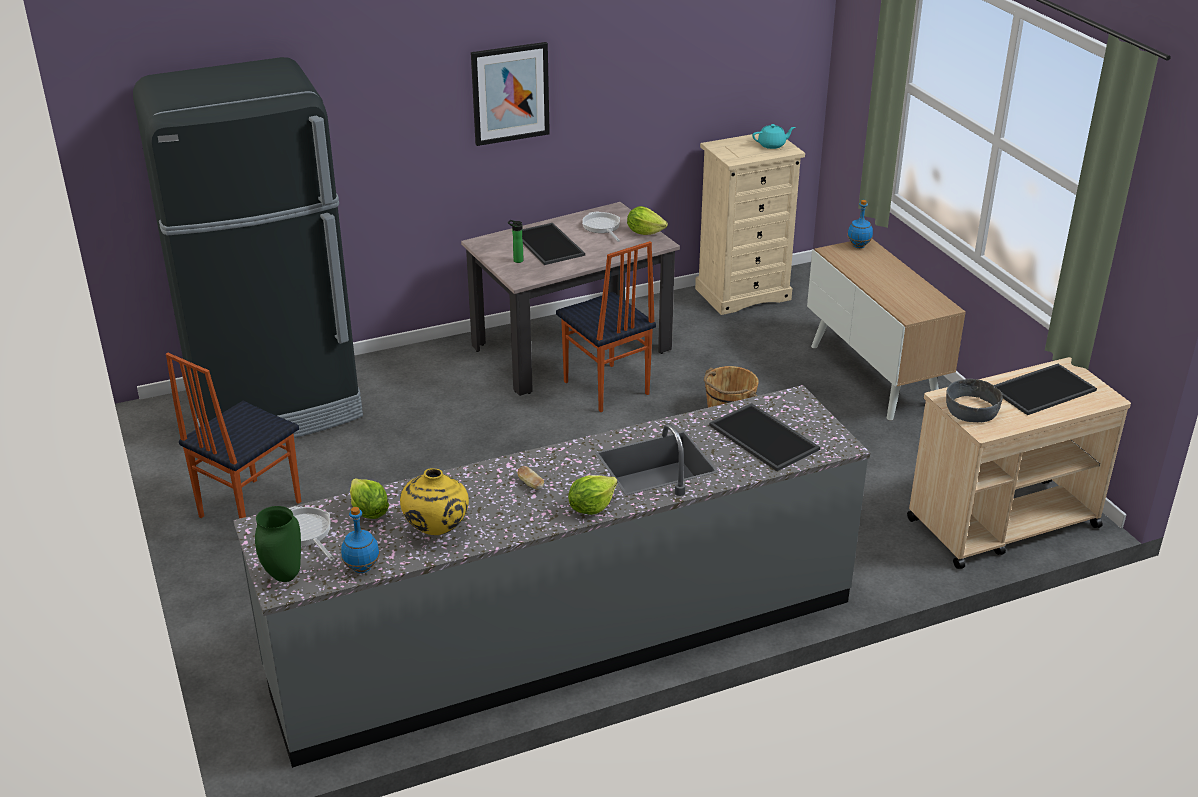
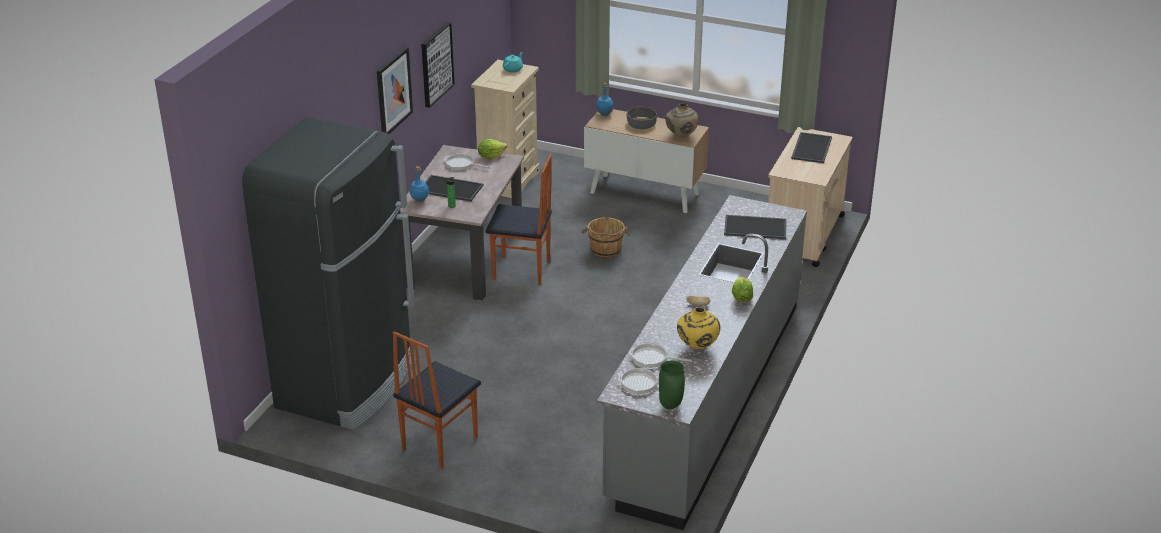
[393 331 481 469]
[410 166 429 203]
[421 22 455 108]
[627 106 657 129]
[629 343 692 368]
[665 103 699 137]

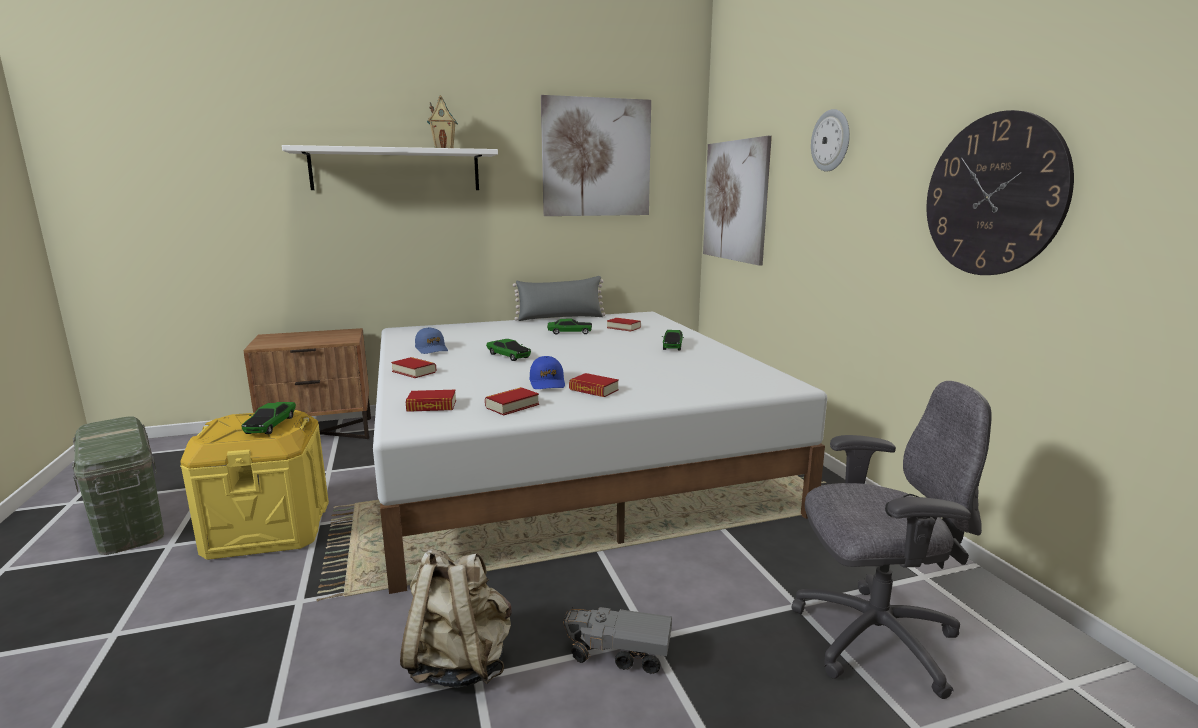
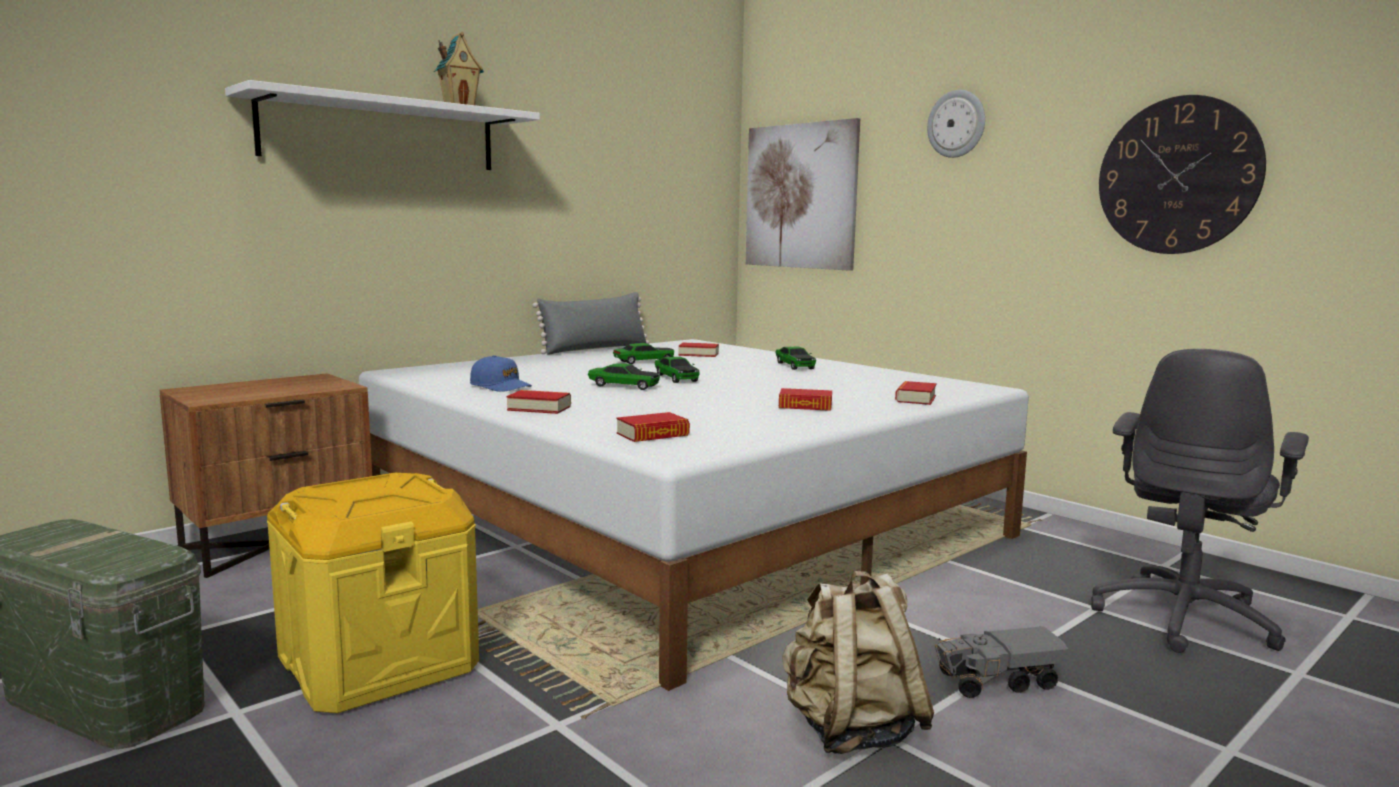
[655 357 700 383]
[895 381 937 405]
[1091 349 1309 653]
[529 356 565 389] (first image)
[541 95 651 216] (first image)

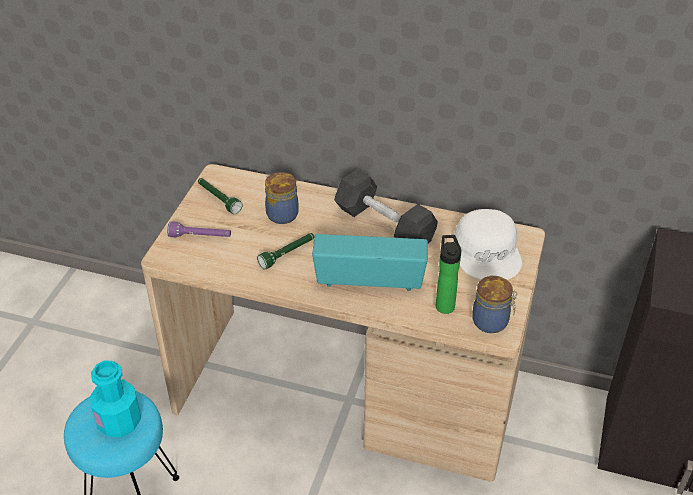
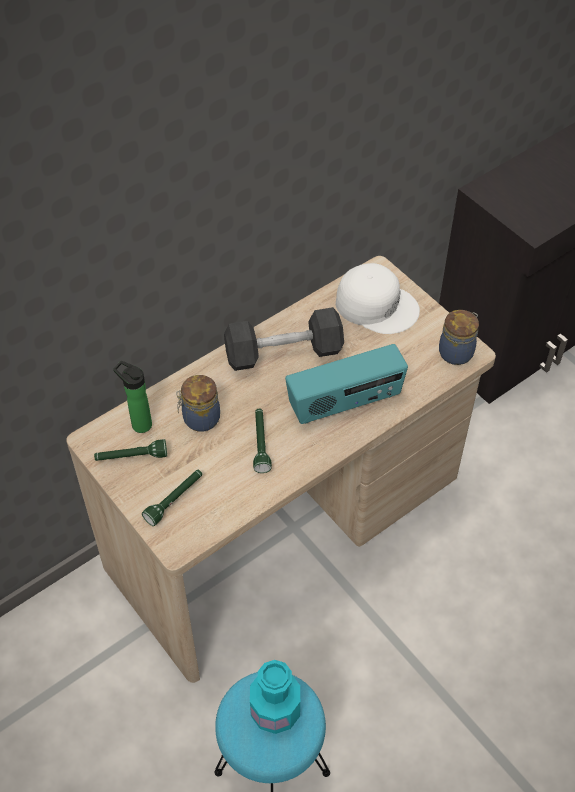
[113 361 152 433]
[142 470 202 526]
[285 344 408 424]

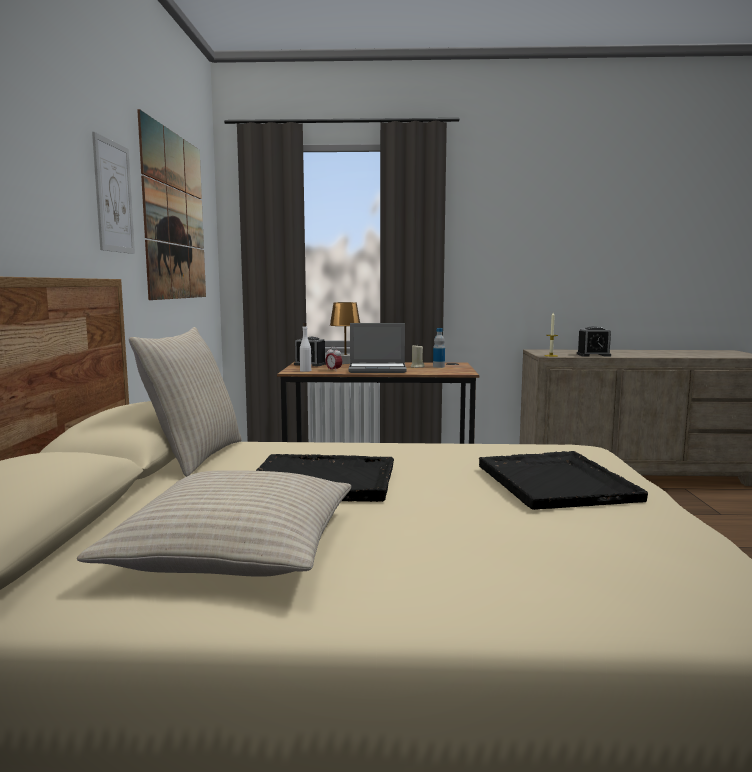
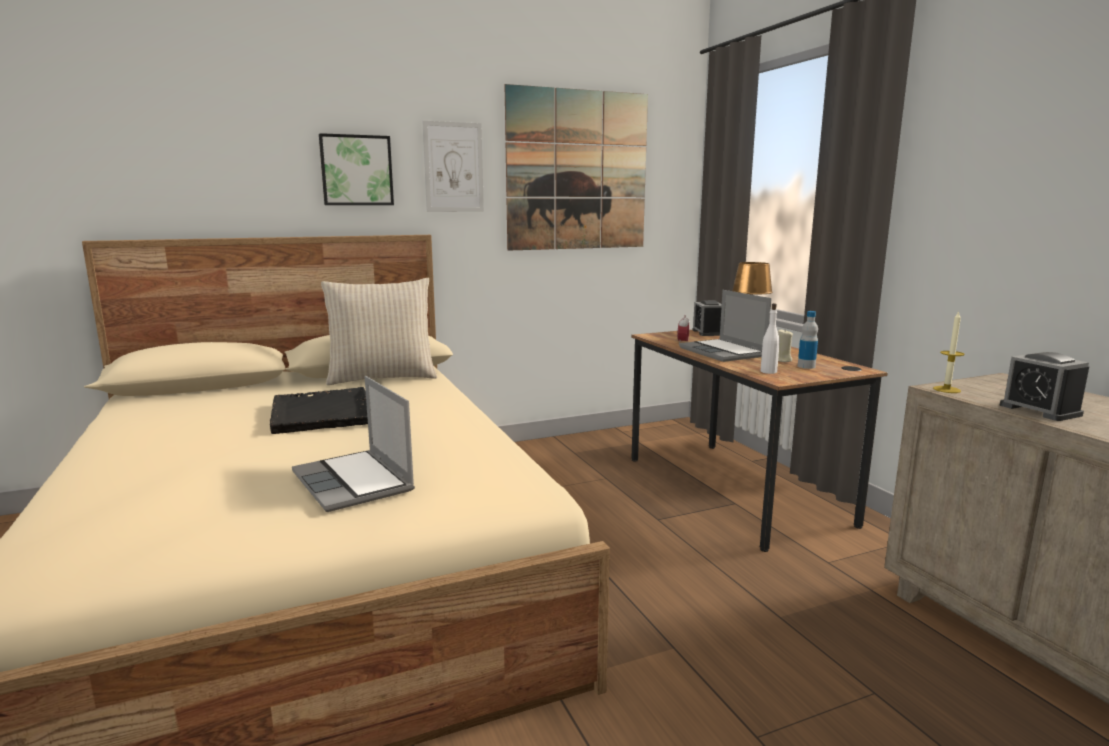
[292 376 415 512]
[319 133 394 205]
[761 303 780 374]
[77 470 351 577] (first image)

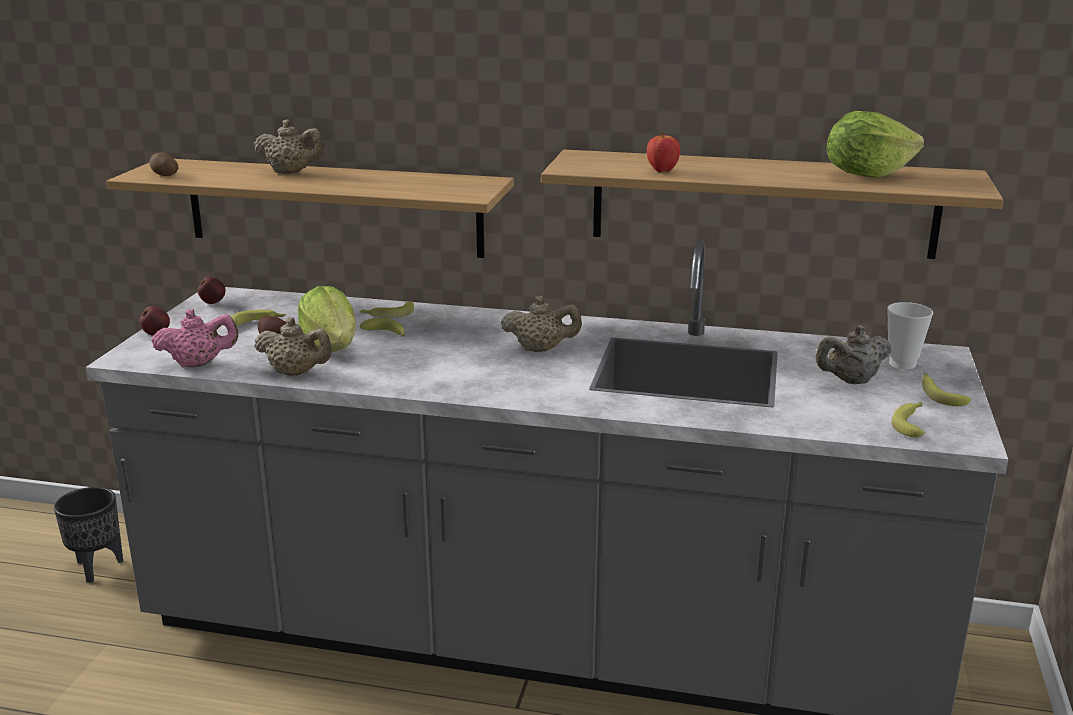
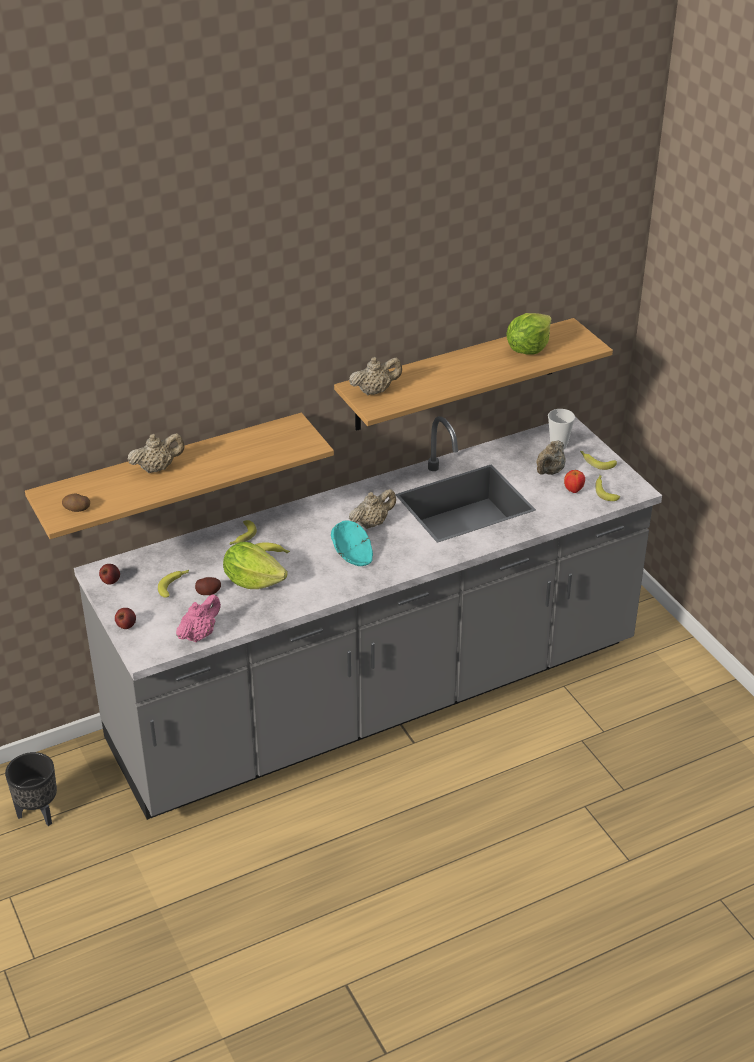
[331 521 373 566]
[349 357 402 395]
[564 470 585 493]

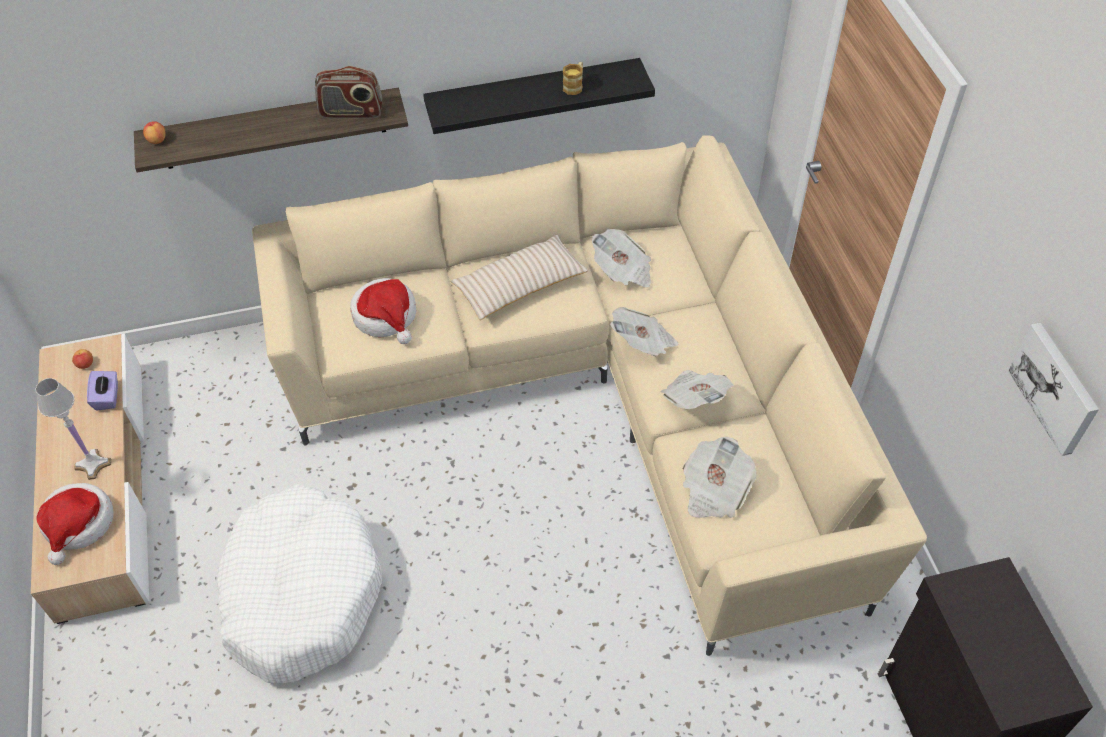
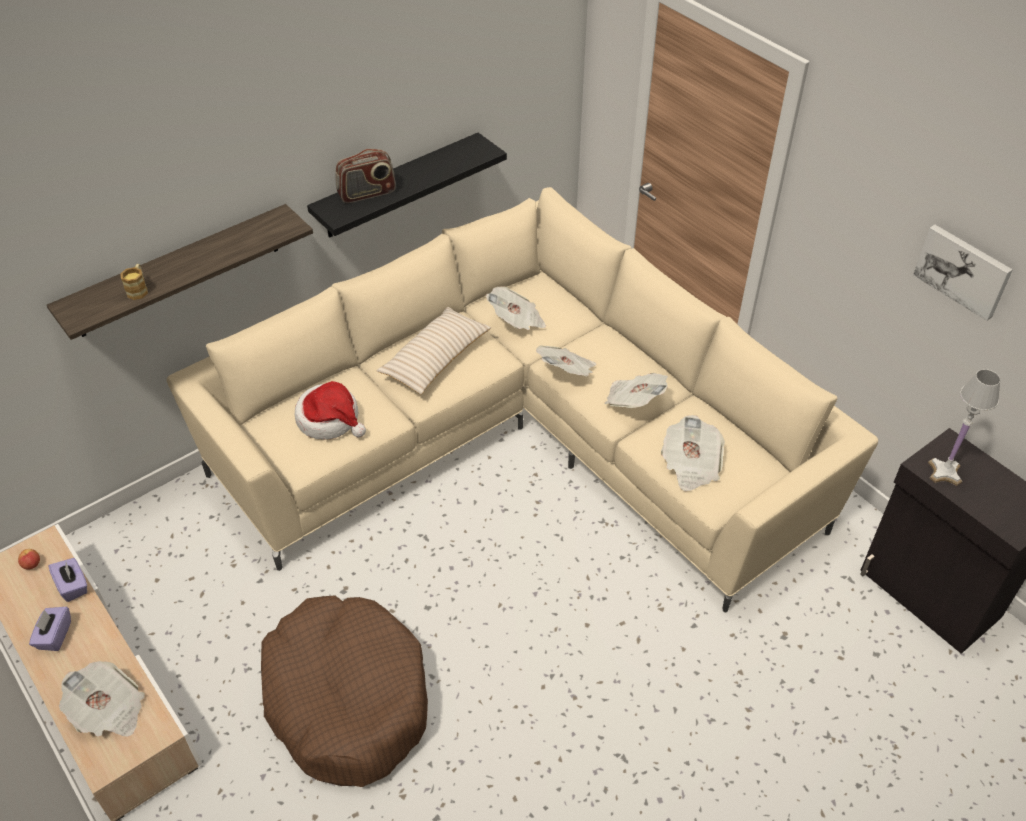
[29 607 71 651]
[59 661 145 737]
[120 264 148 300]
[261 595 428 787]
[336 149 396 203]
[928 369 1001 486]
[143 121 165 144] (first image)

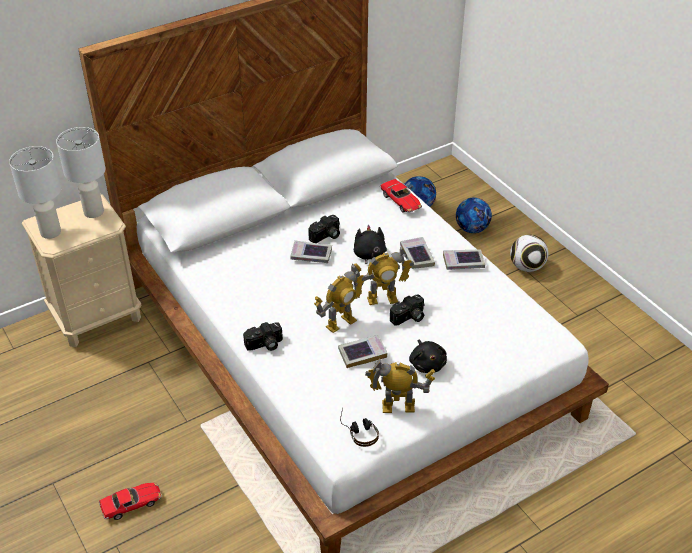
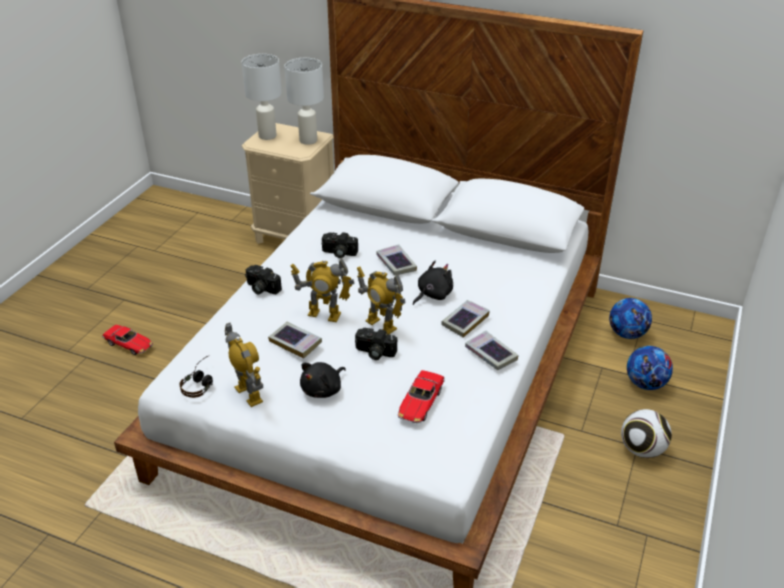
[322 232 358 258]
[398 370 445 423]

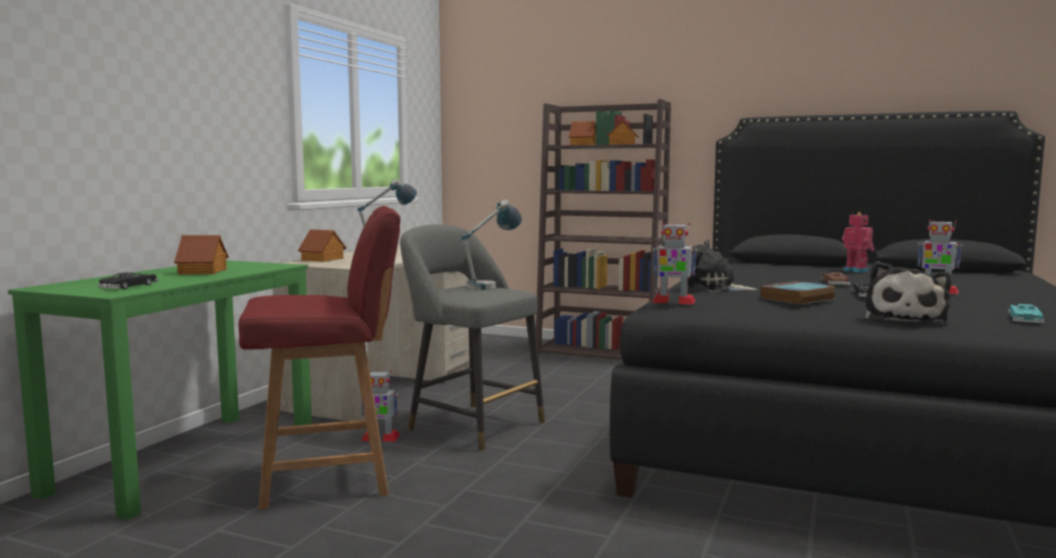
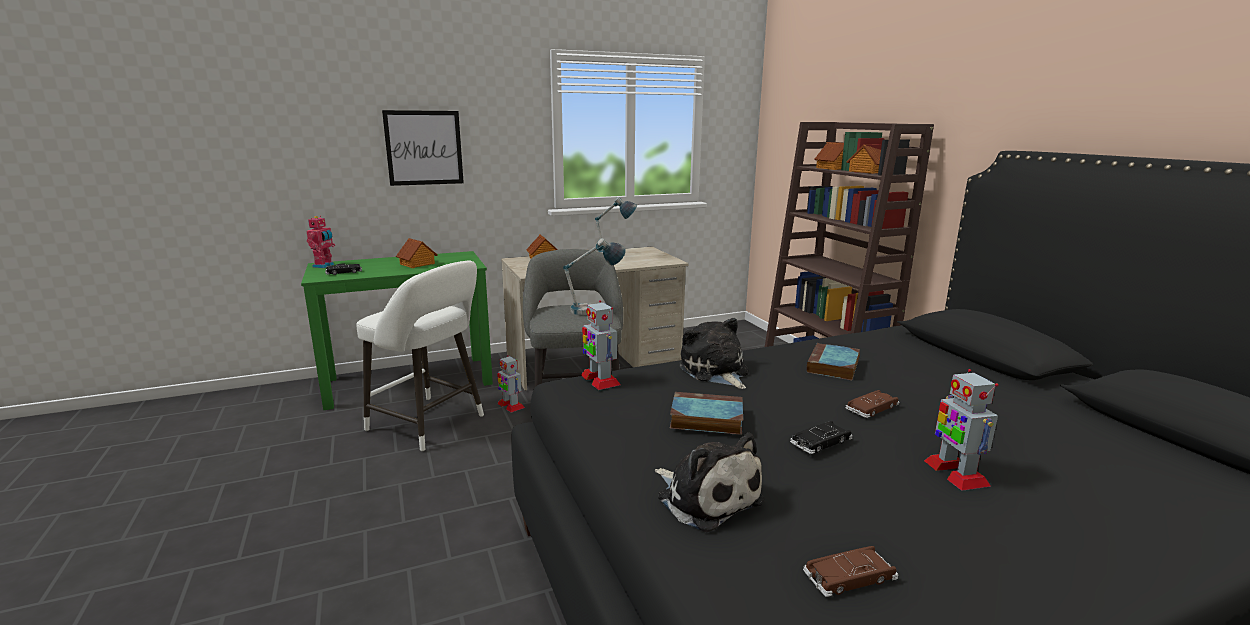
[307 216 335 268]
[356 261 484 452]
[382 110 464 186]
[655 433 765 532]
[803 546 899 597]
[807 343 860 381]

